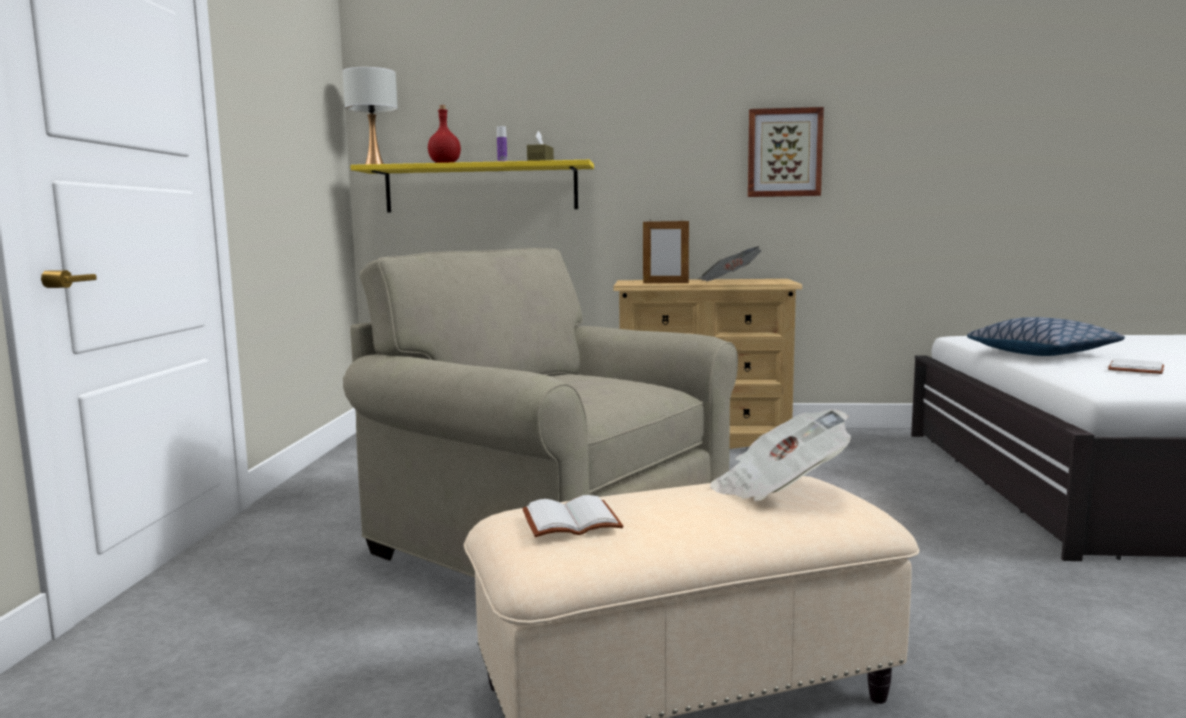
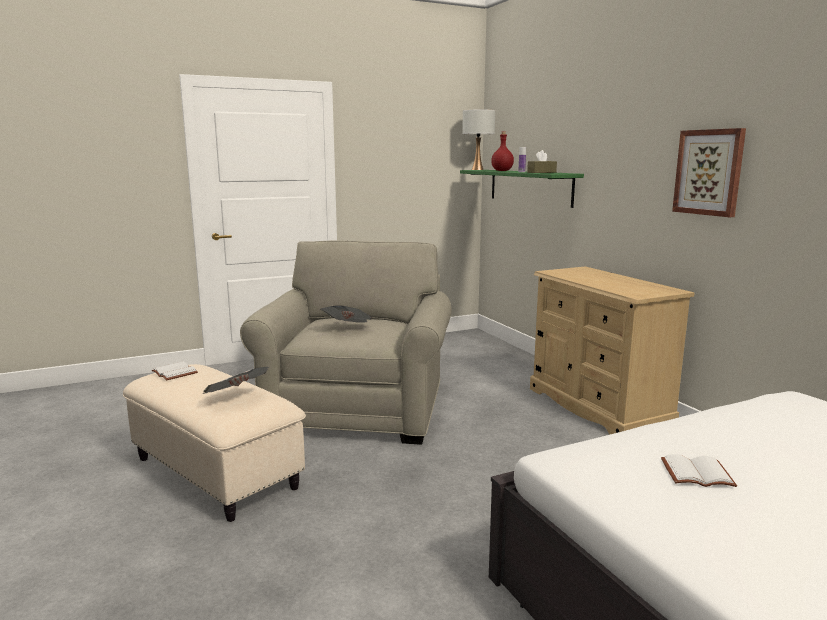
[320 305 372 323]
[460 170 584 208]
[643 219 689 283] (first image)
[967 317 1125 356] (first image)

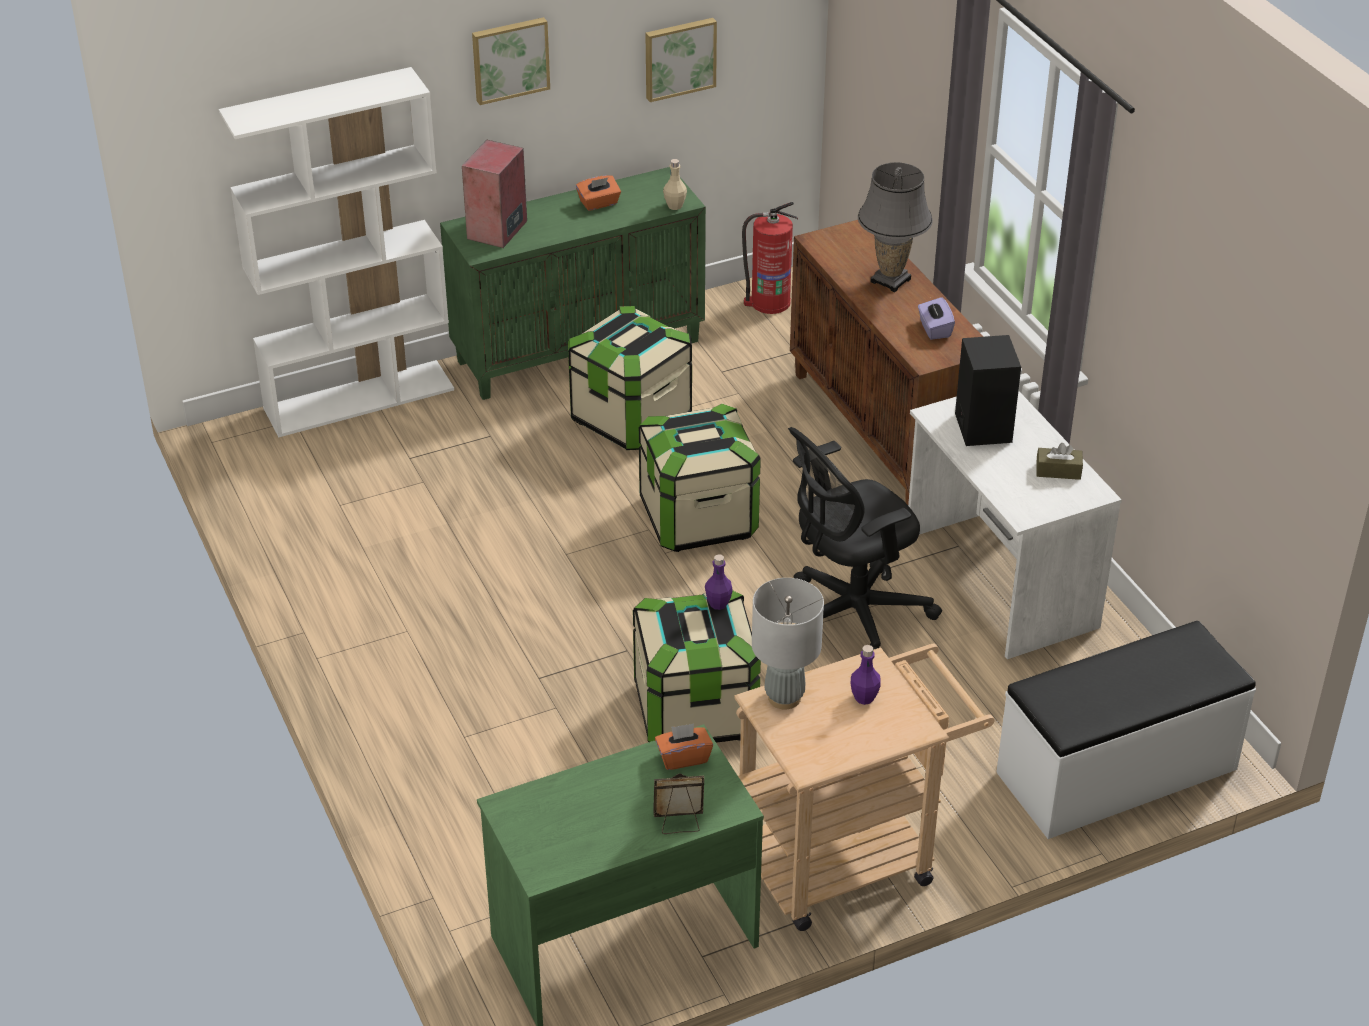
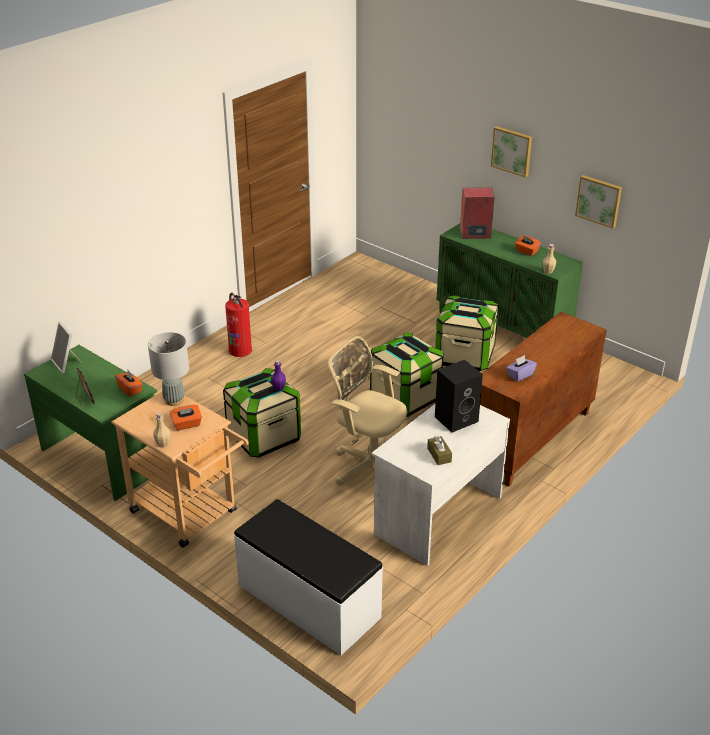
[51 322 81 373]
[153 412 171 448]
[170 405 202 430]
[225 293 252 357]
[328 336 407 486]
[219 67 454 437] (first image)
[858 162 933 292] (first image)

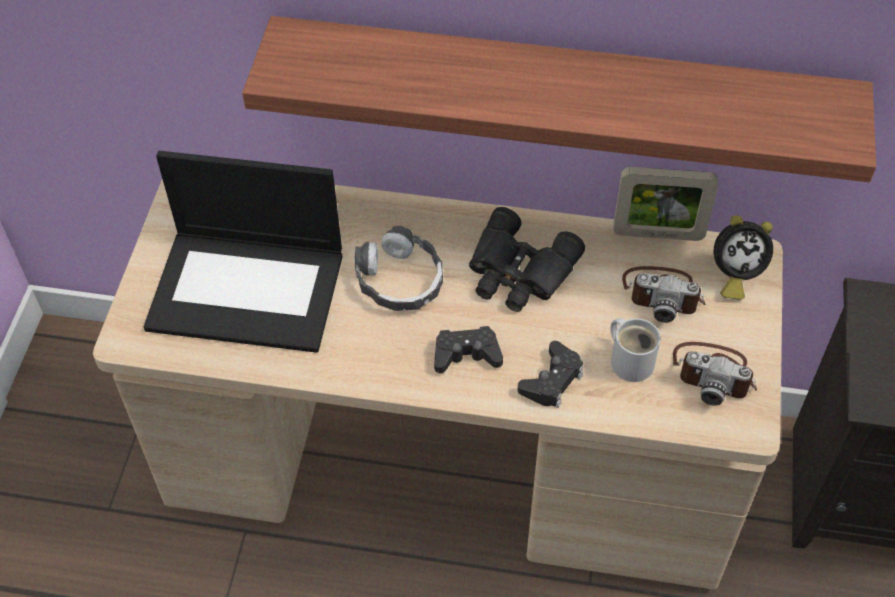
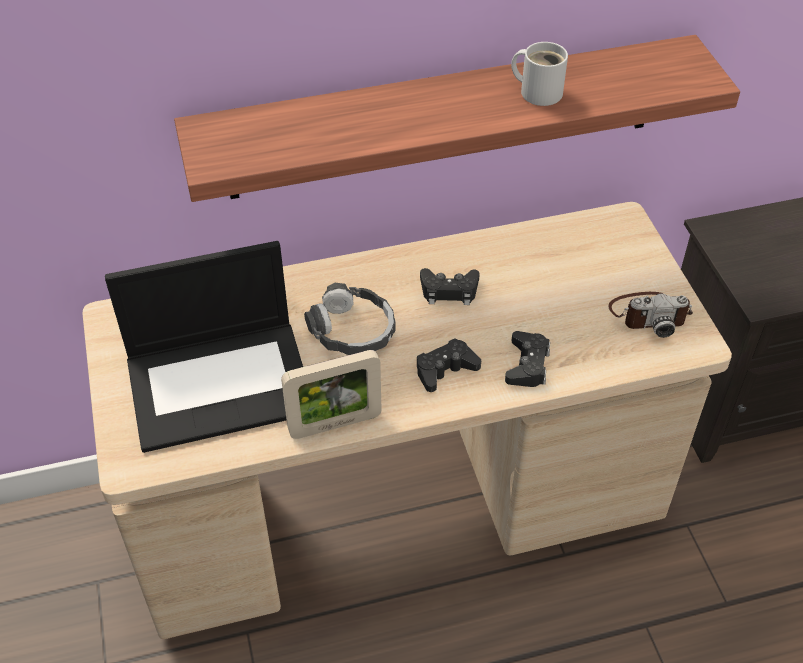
[281 350 382 439]
[420 268 480 305]
[511 42 568 106]
[622 266 705 323] (first image)
[714 215 773 300] (first image)

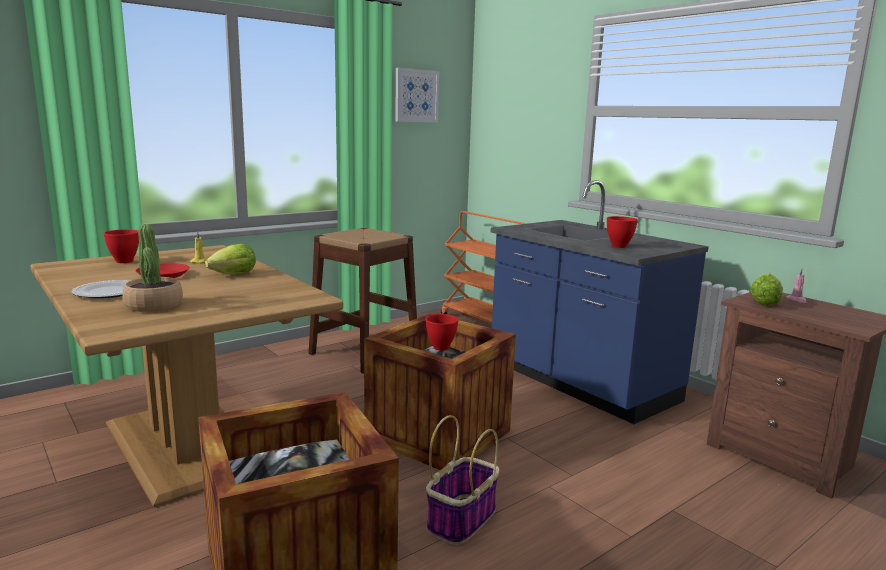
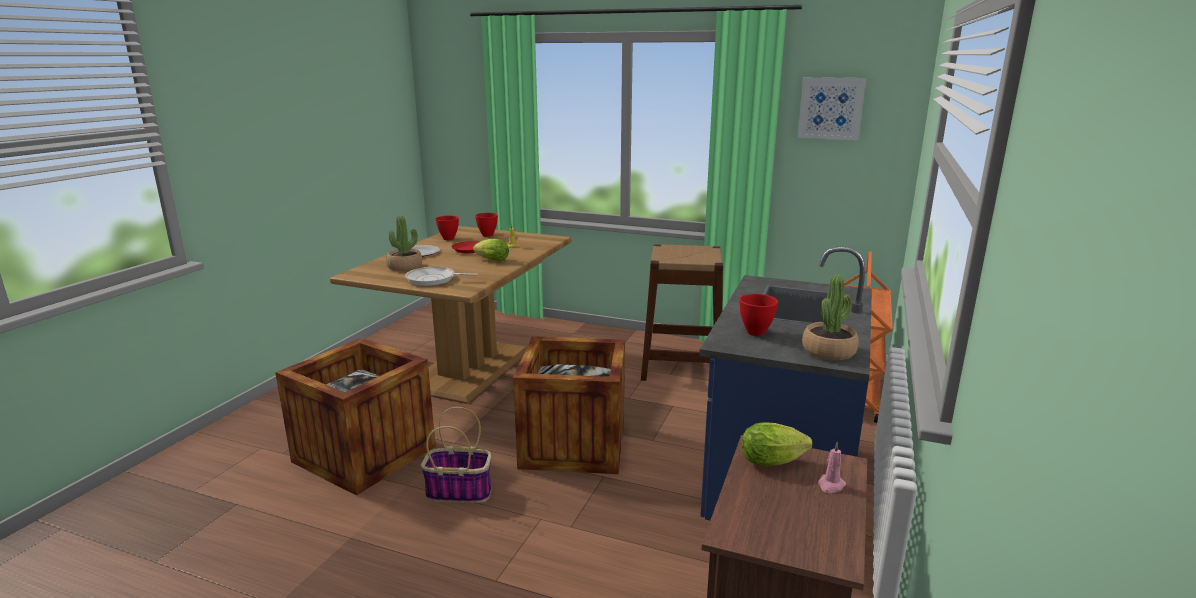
[405 267 478 286]
[436 216 459 240]
[802 275 859 361]

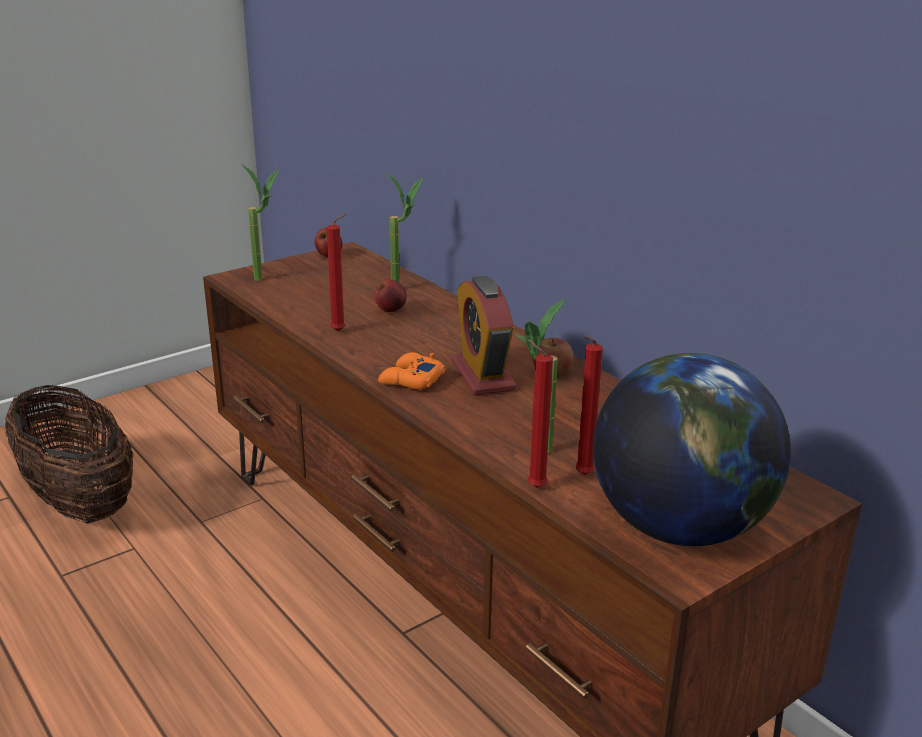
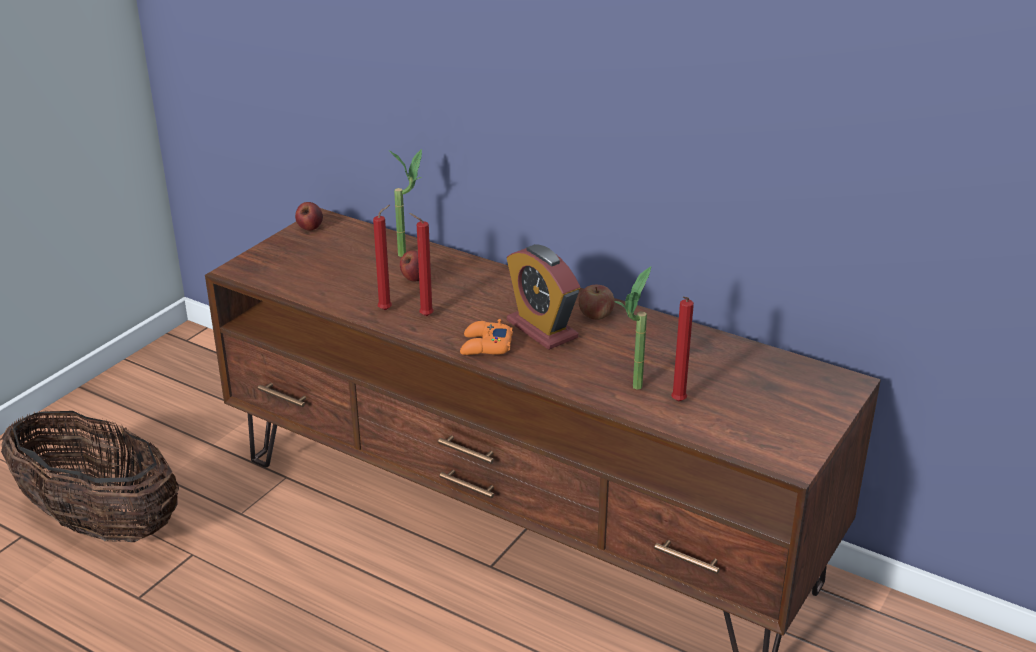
[409 213 434 316]
[241 164 279 281] (first image)
[593 353 791 546] (first image)

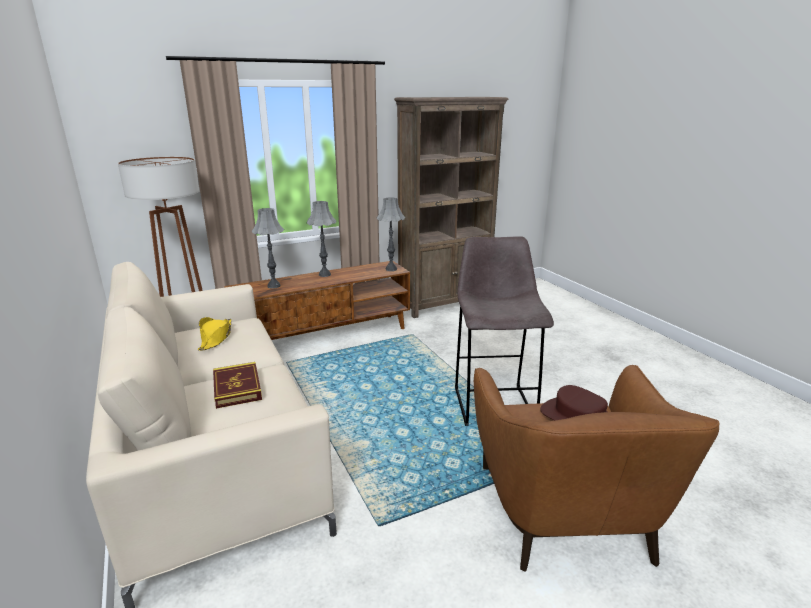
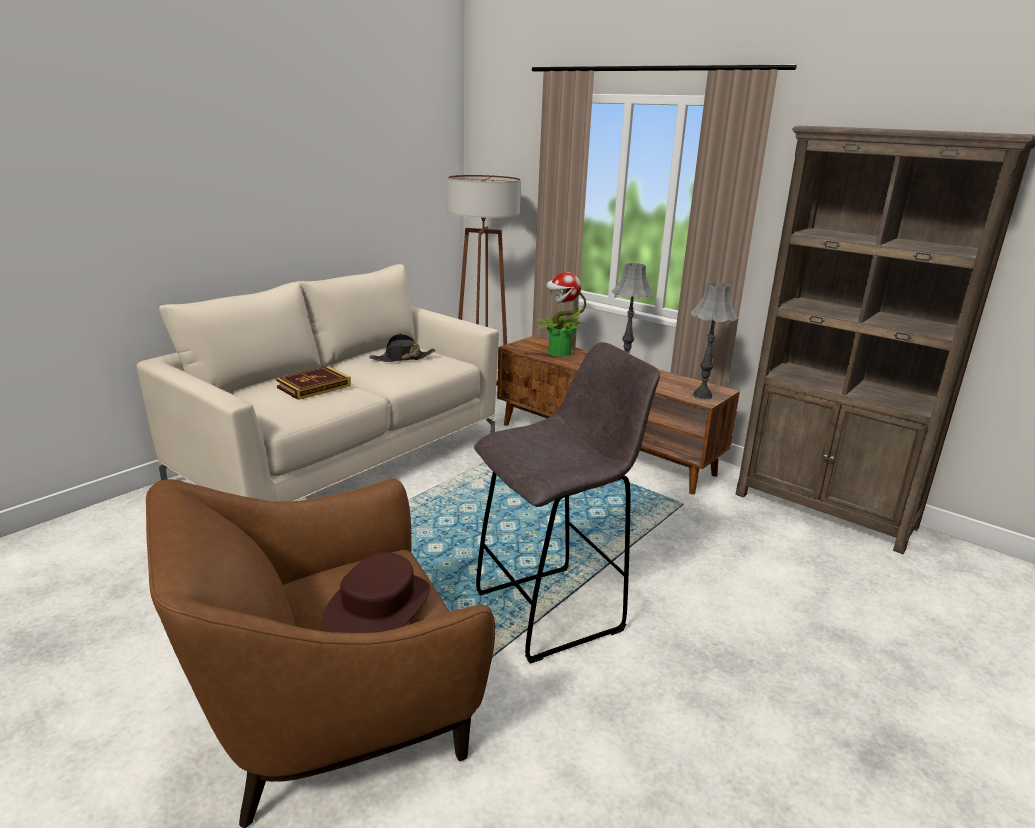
[369 334 435 362]
[535 272 587 357]

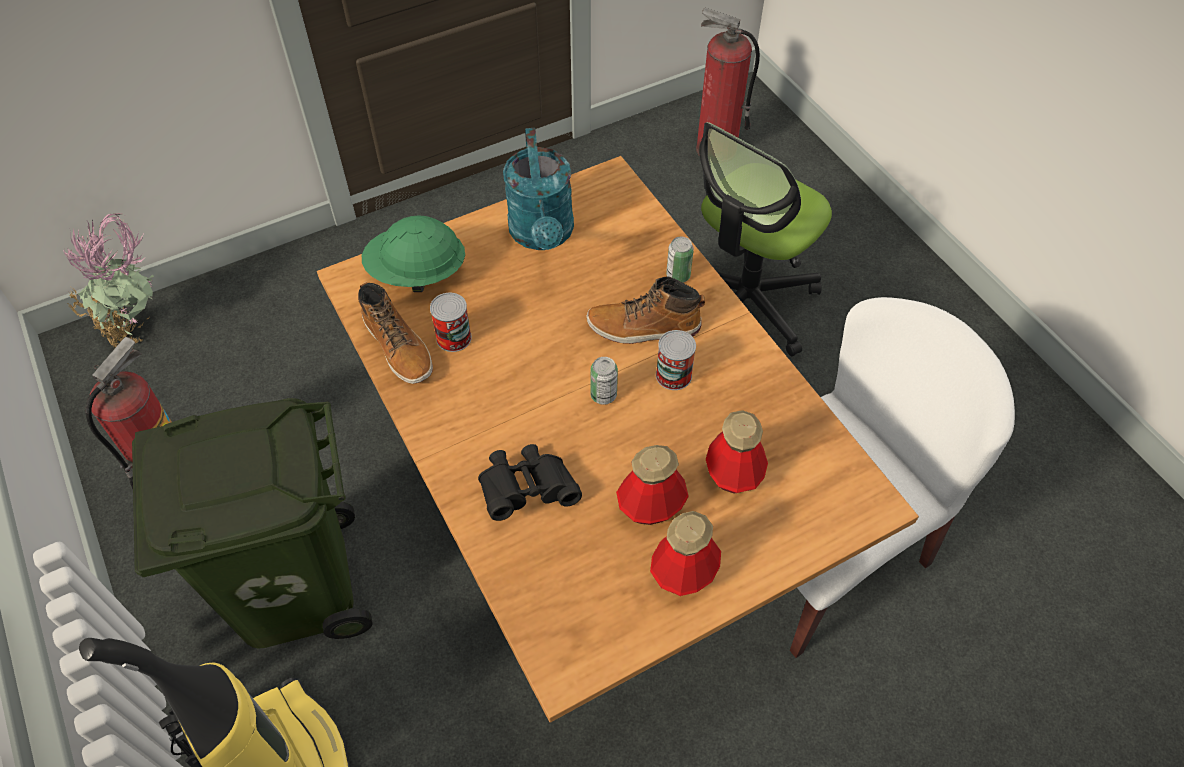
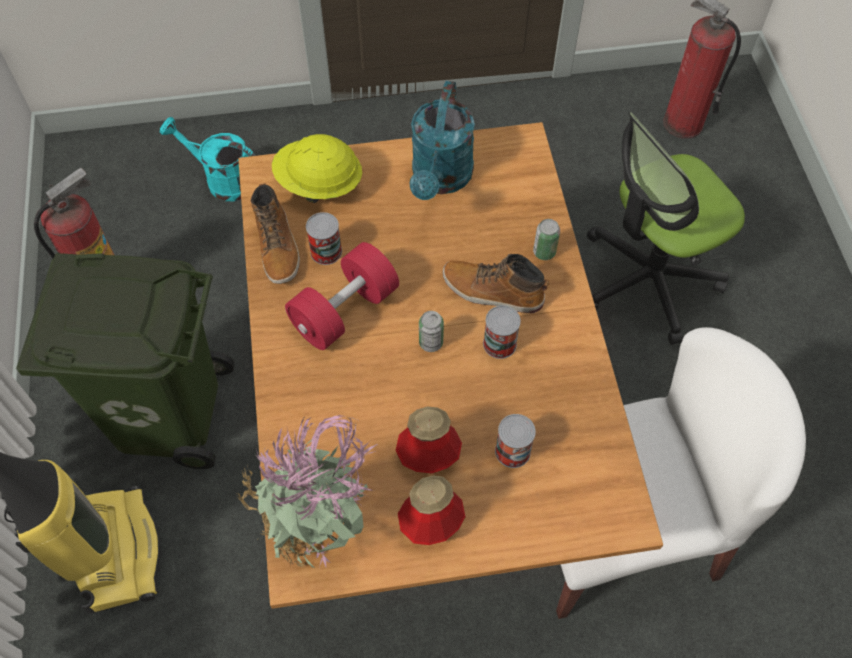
[160 117 256 201]
[236 415 377 568]
[272 134 362 203]
[285 242 399 350]
[495 414 536 468]
[478 444 582 521] (first image)

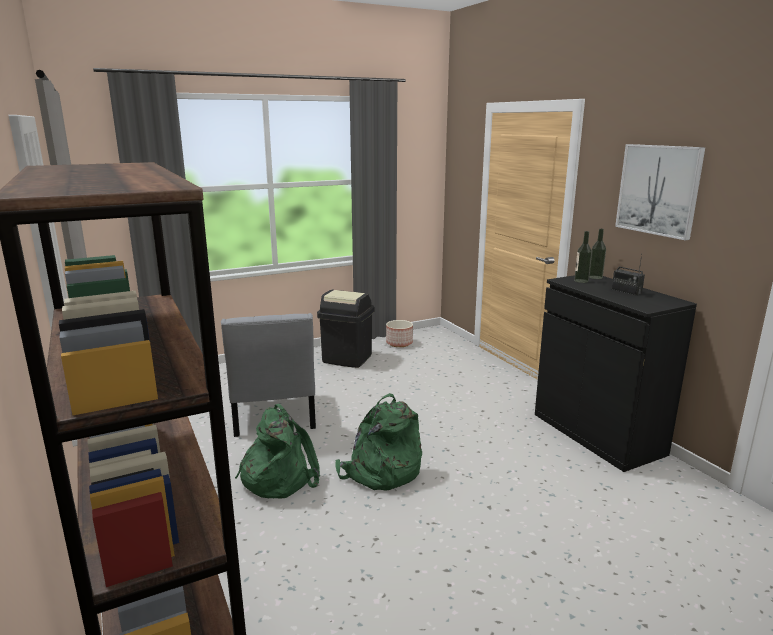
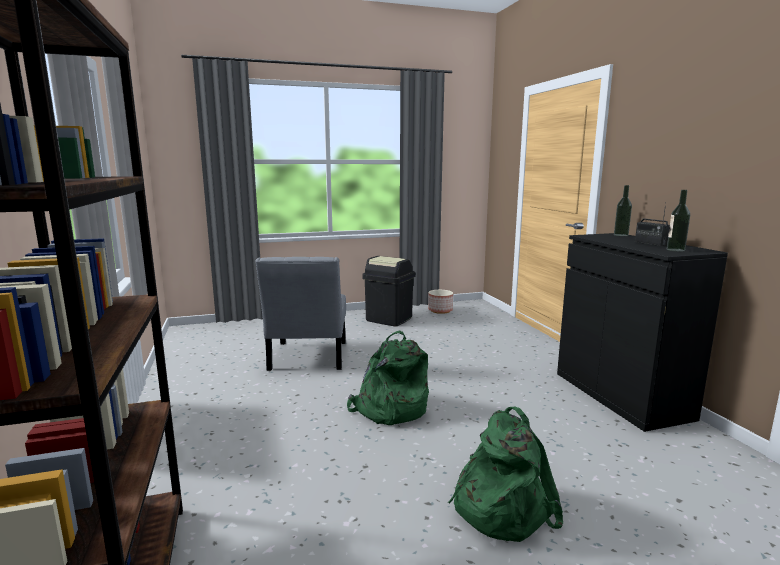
[448 406 563 542]
[667 190 690 252]
[615 144 705 240] (first image)

